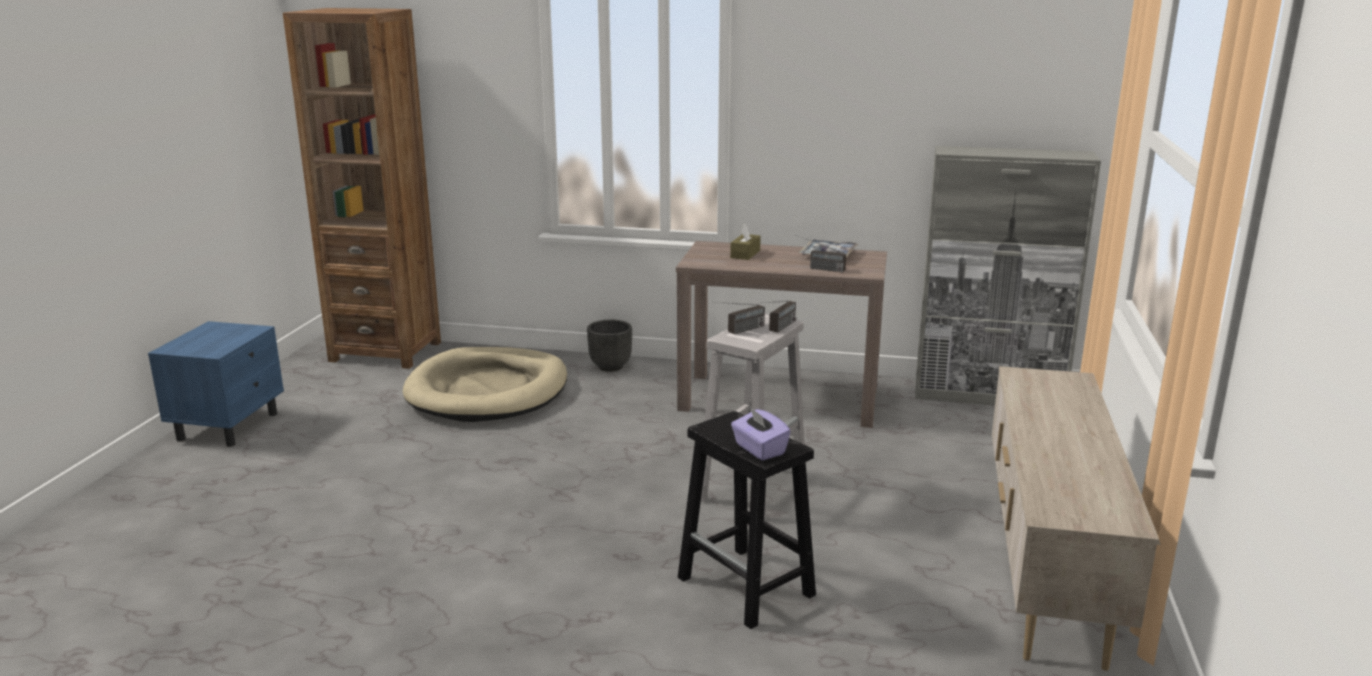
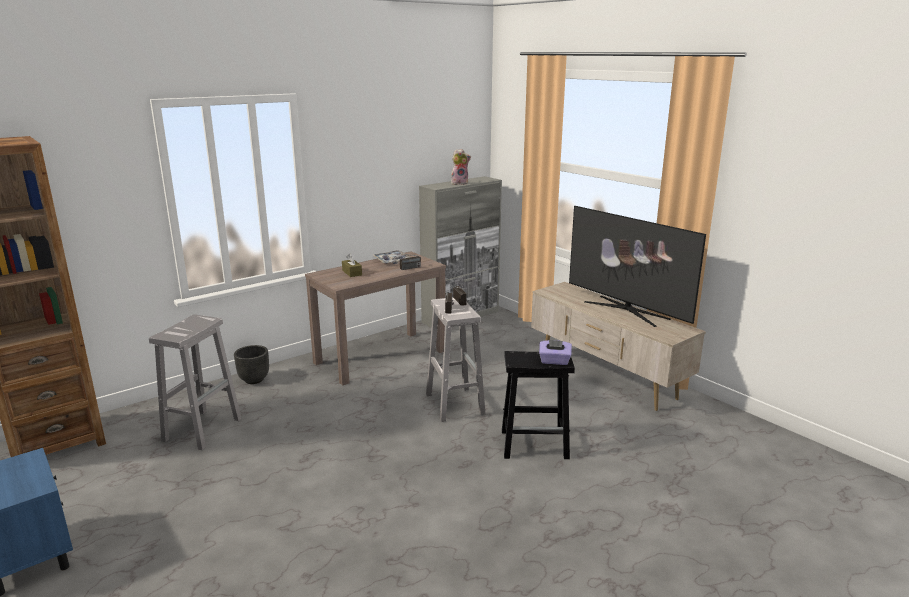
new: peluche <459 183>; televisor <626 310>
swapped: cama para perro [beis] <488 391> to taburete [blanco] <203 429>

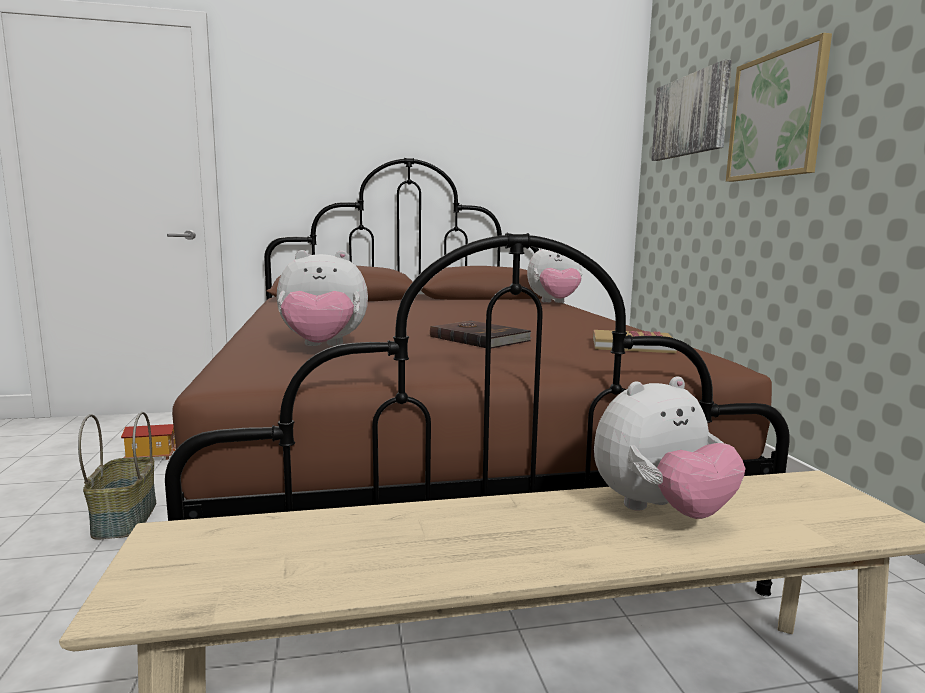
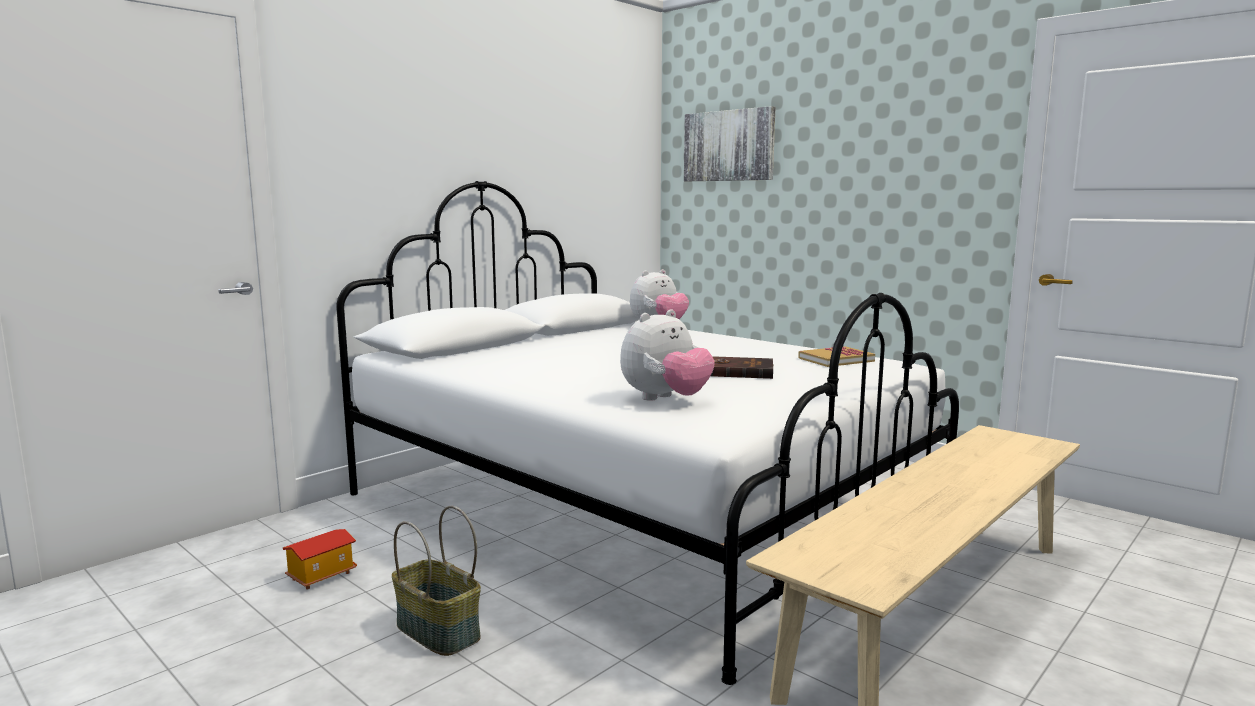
gone: peluche <659 511>; cuadro <776 116>
repainted: cama [marrón] <439 472> to cama [blanco] <638 506>

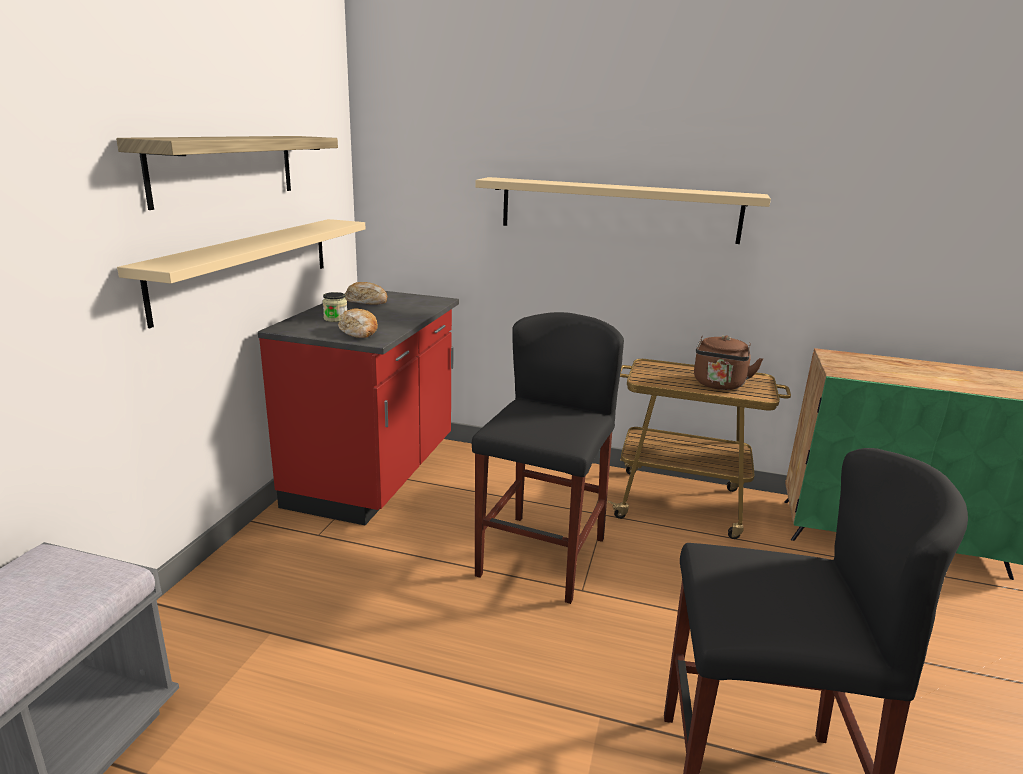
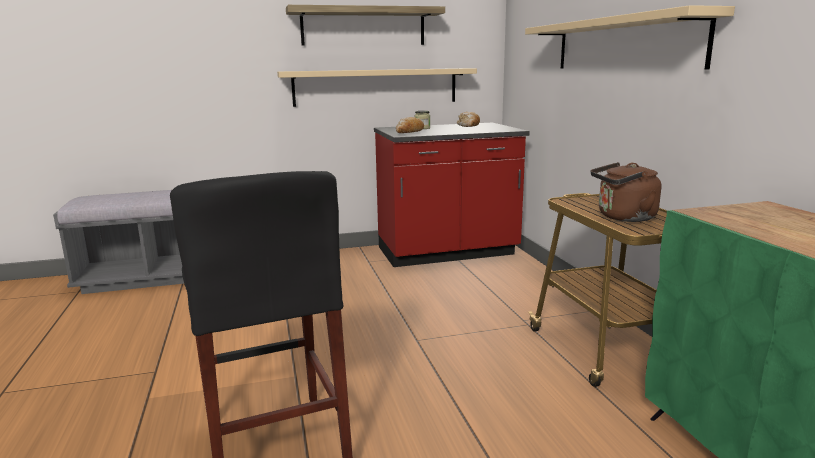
gone: taburete [negro] <541 557>

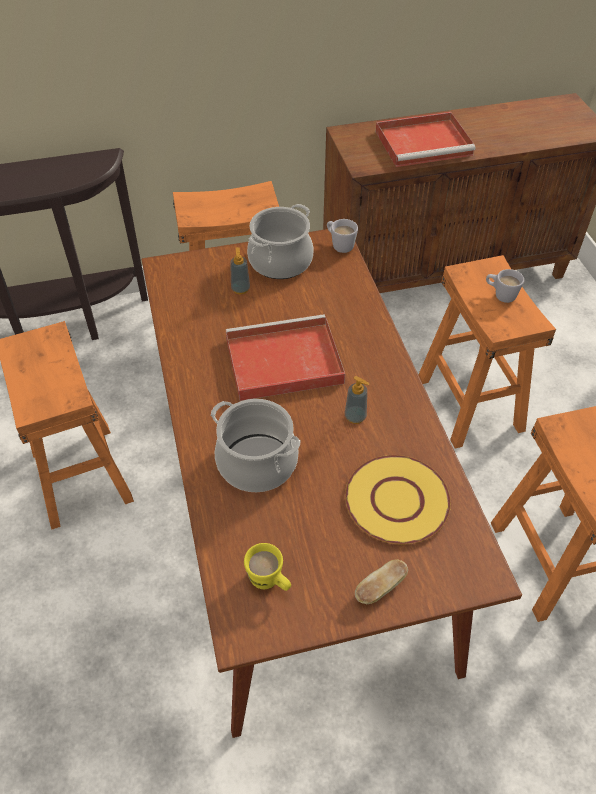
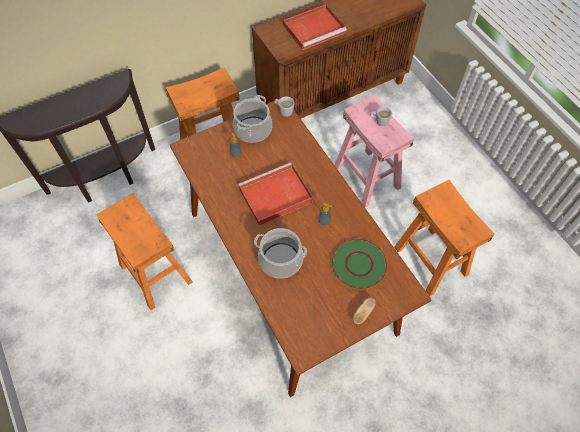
gone: taza grande [amarillo] <270 582>
repainted: plato [amarillo] <397 501> to plato [verde] <359 264>; taburete [naranja] <470 403> to taburete [rosa] <367 177>

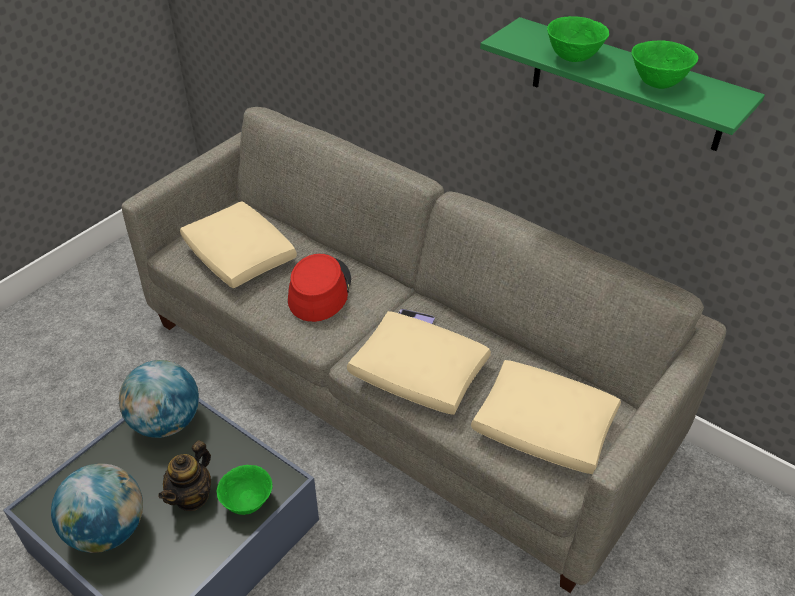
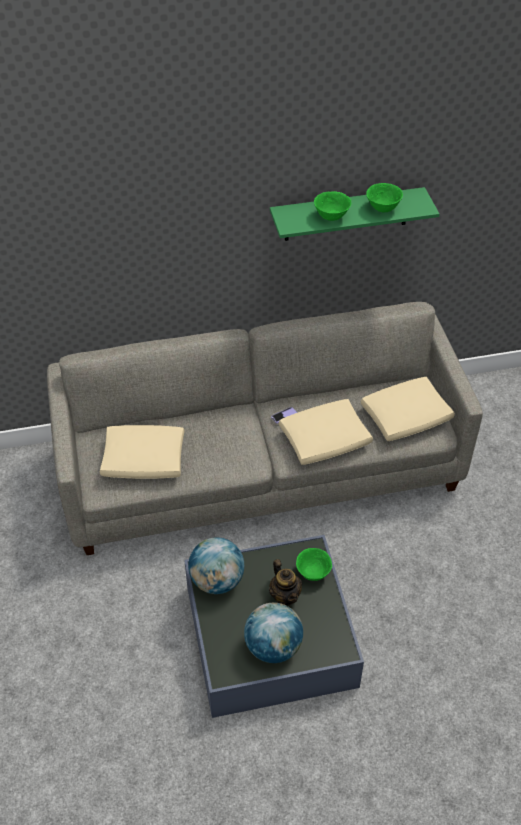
gone: sombrero [rojo] <319 290>

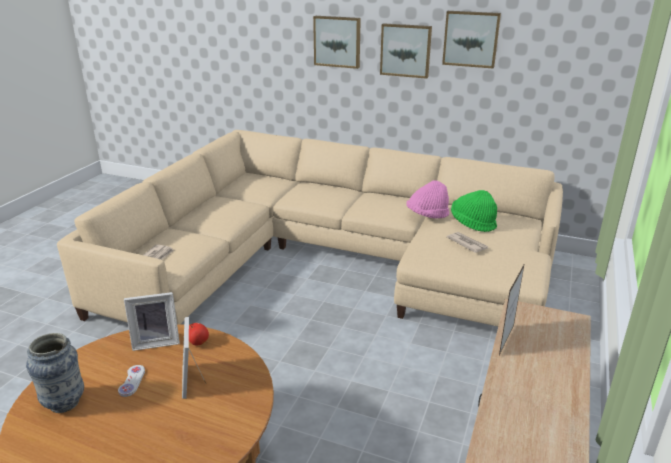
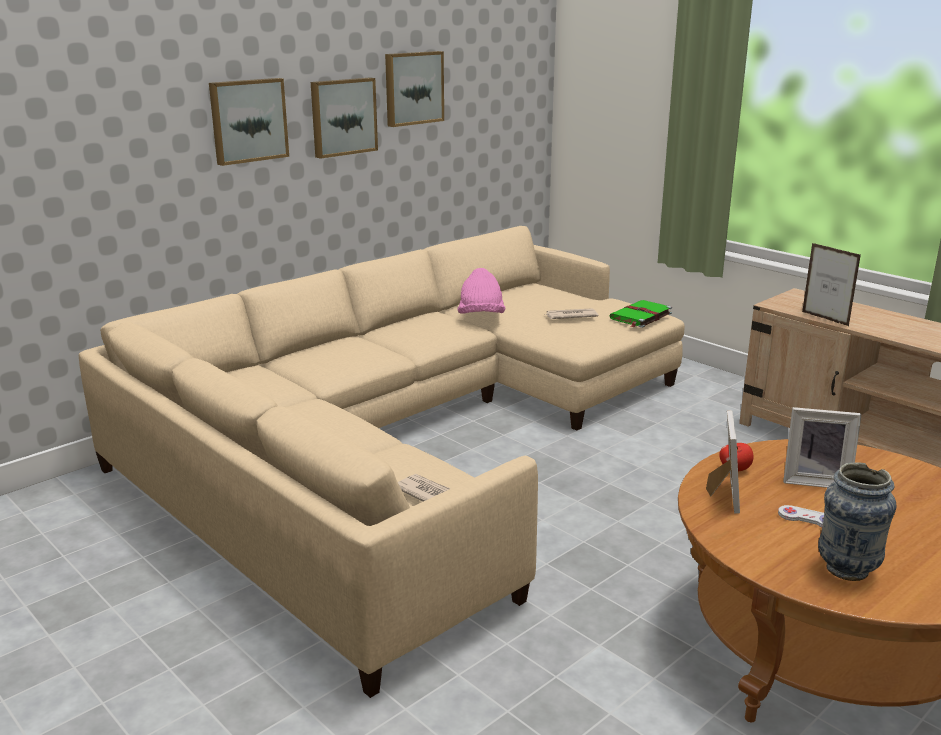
gone: sombrero [verde] <472 223>
new: libro [verde] <640 316>

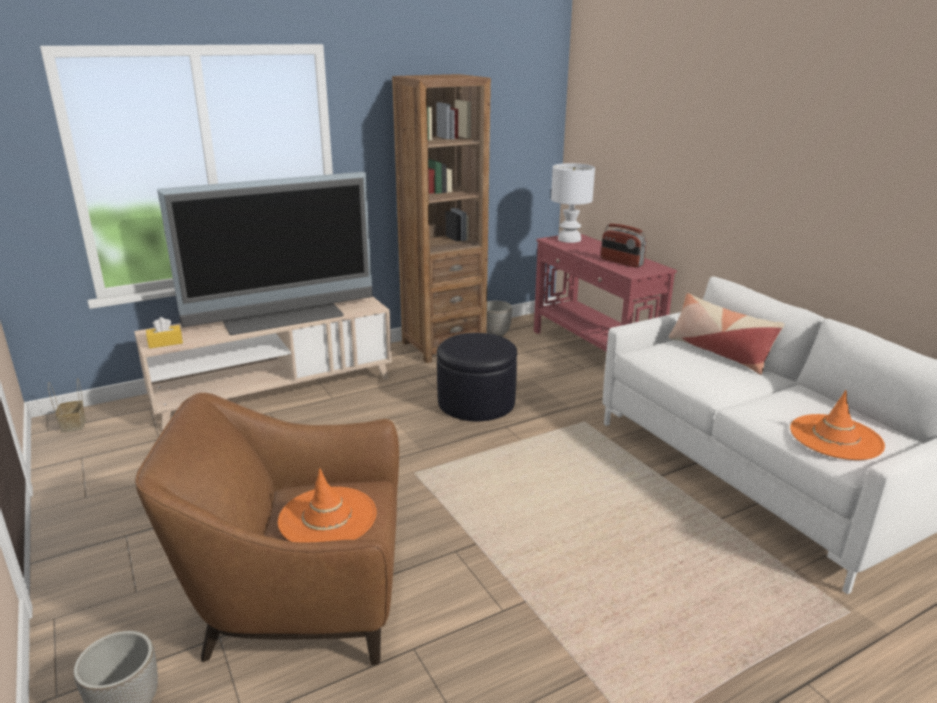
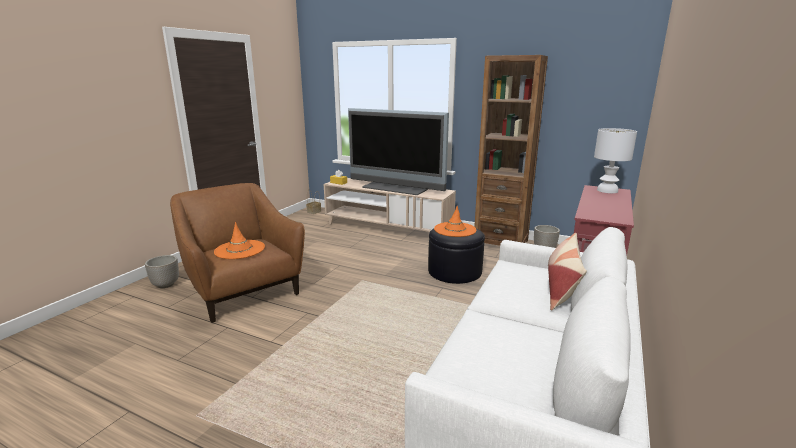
gone: radio <621 262>
shifted: sombrero [naranja] <835 437> to <455 230>

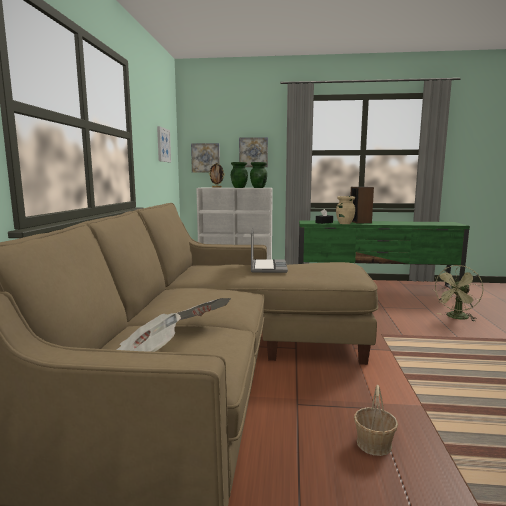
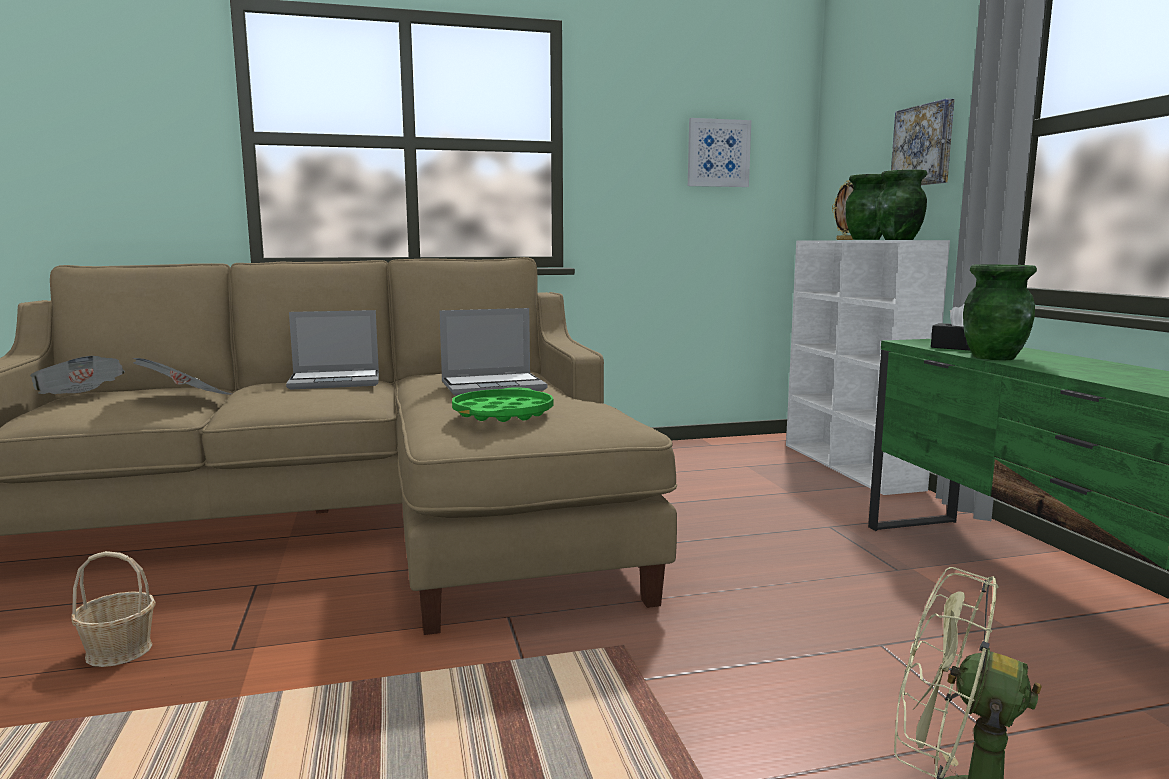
gone: cuadro <205 158>; altavoz <360 222>
new: portátil <336 381>; bandeja [verde] <503 413>
repainted: florero [beis] <344 223> to florero [verde] <994 357>

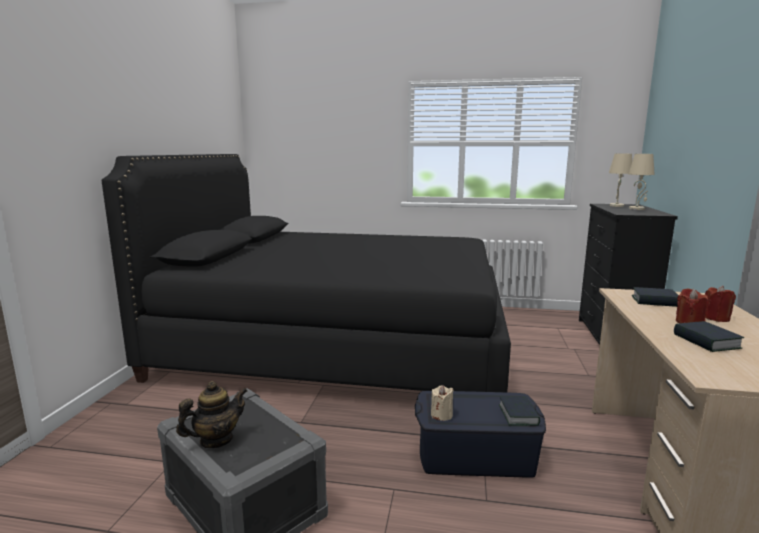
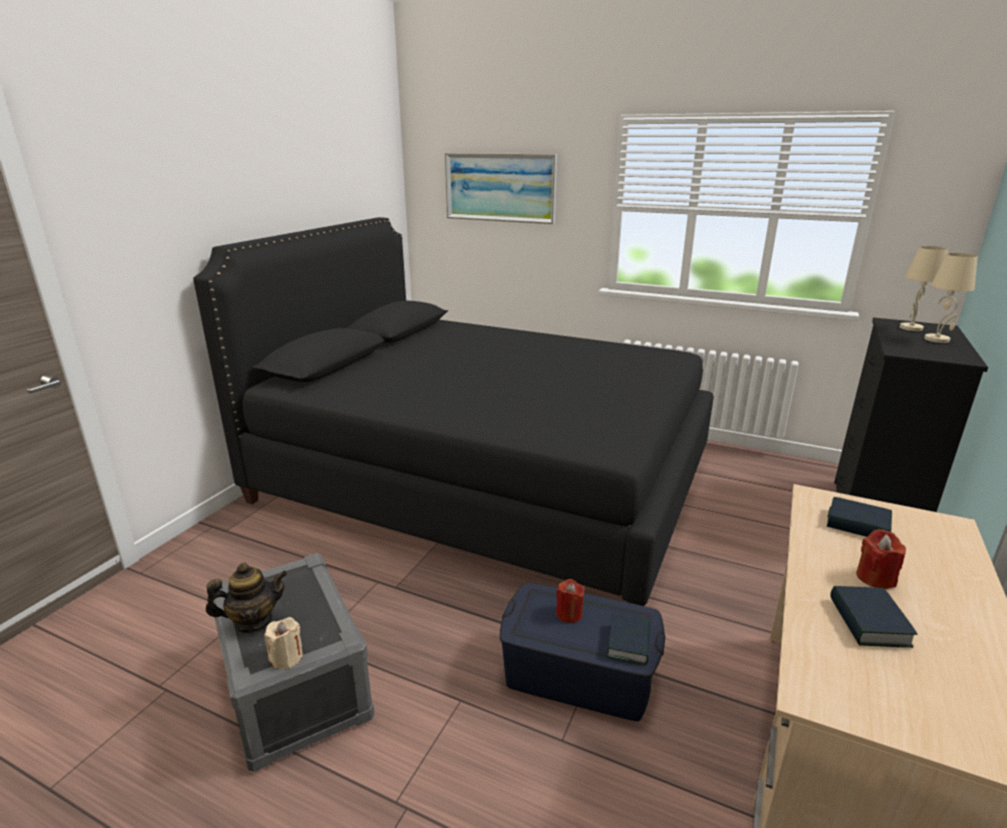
new: cuadro <500 187>
shifted: vela [beis] <441 415> to <286 657>; vela [rojo] <715 318> to <569 614>

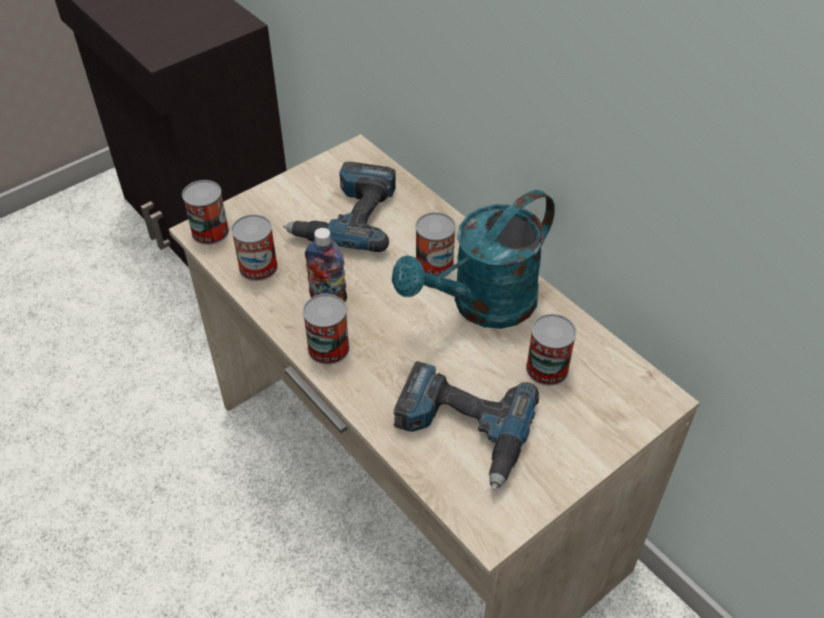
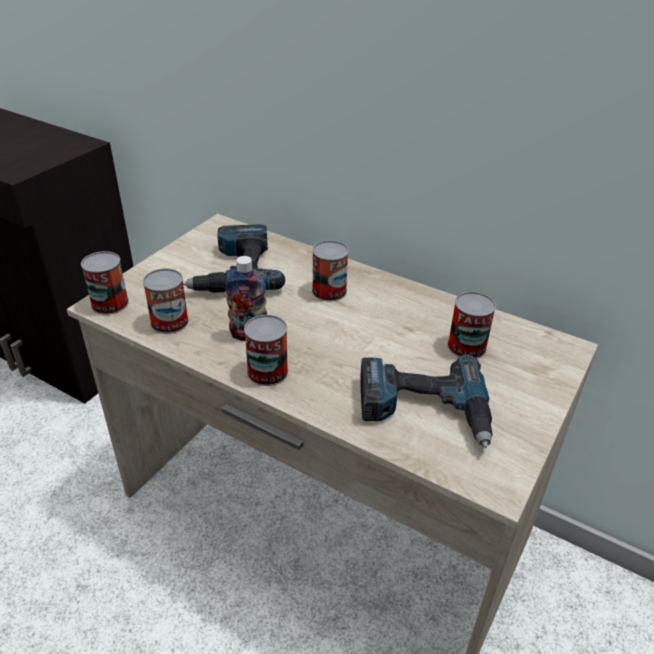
gone: regadera [turquesa] <482 306>

